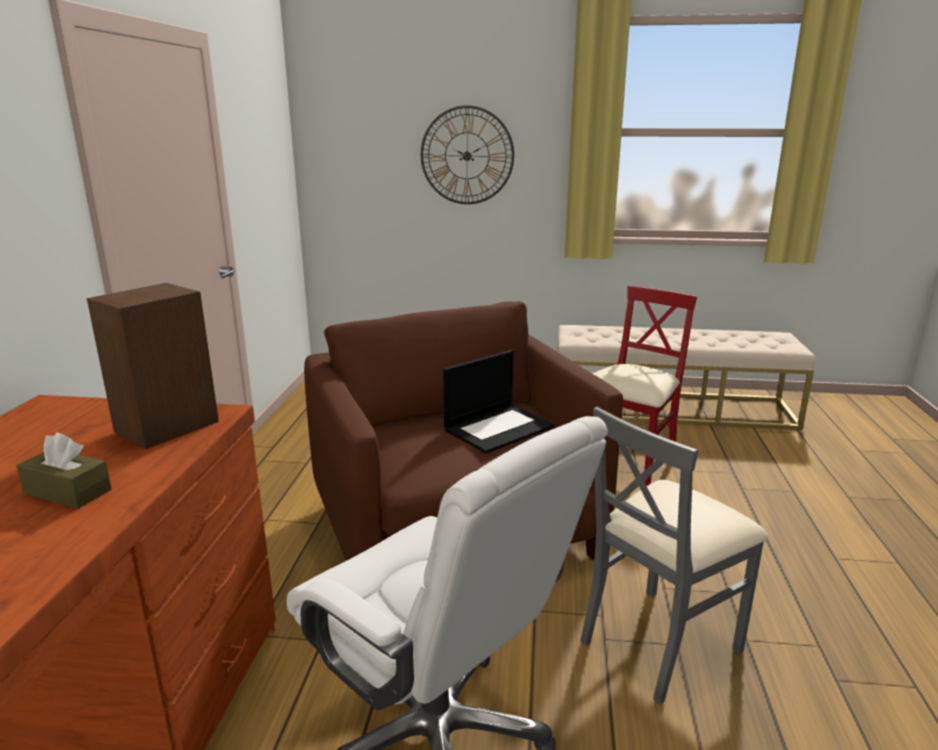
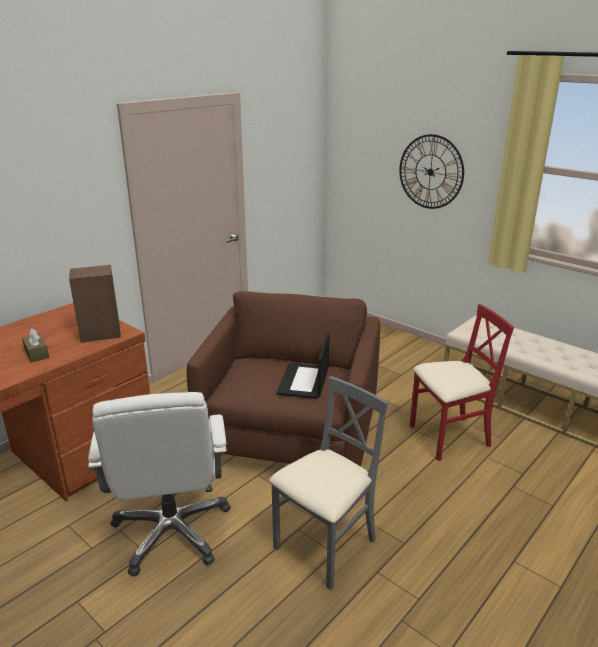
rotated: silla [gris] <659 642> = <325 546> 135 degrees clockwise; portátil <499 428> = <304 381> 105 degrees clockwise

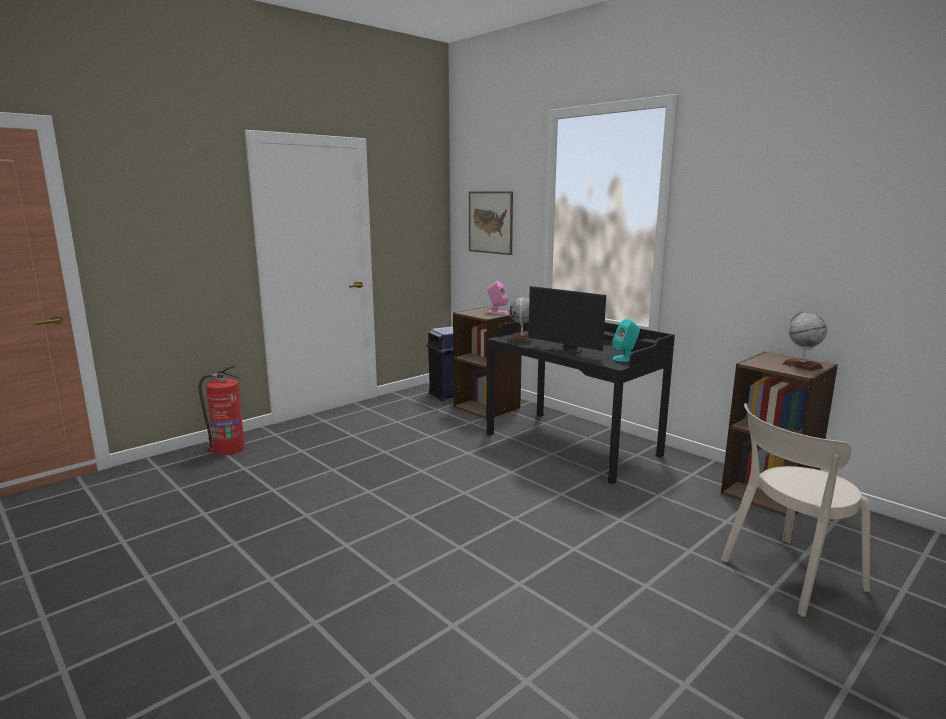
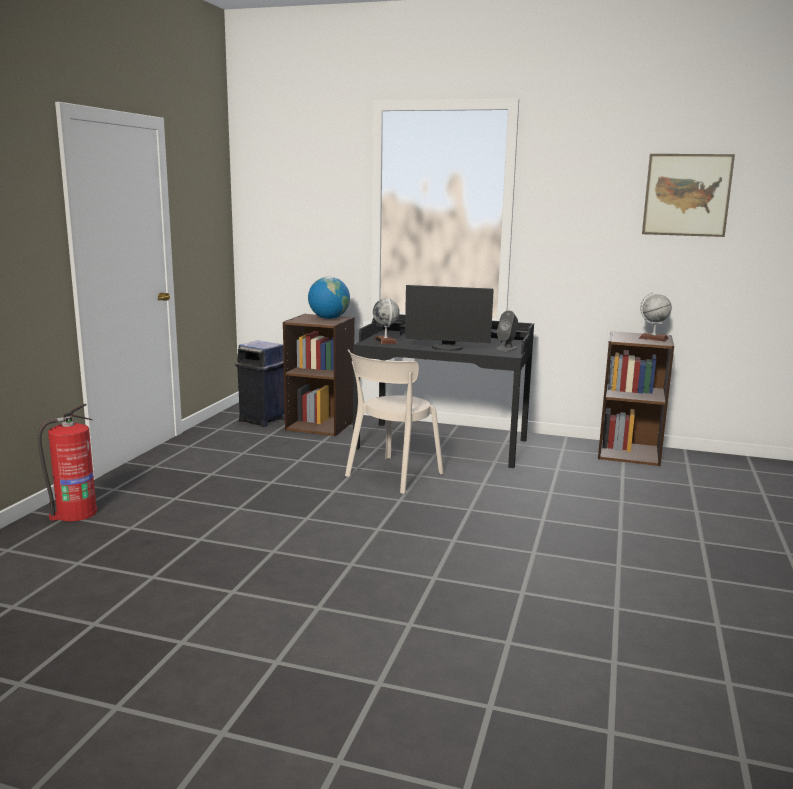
shifted: silla [beis] <787 576> to <391 476>; cuadro <490 222> to <687 195>
swapped: altavoz [rosa] <497 312> to globo terráqueo <329 318>
repainted: altavoz [turquesa] <625 358> to altavoz [gris] <507 348>

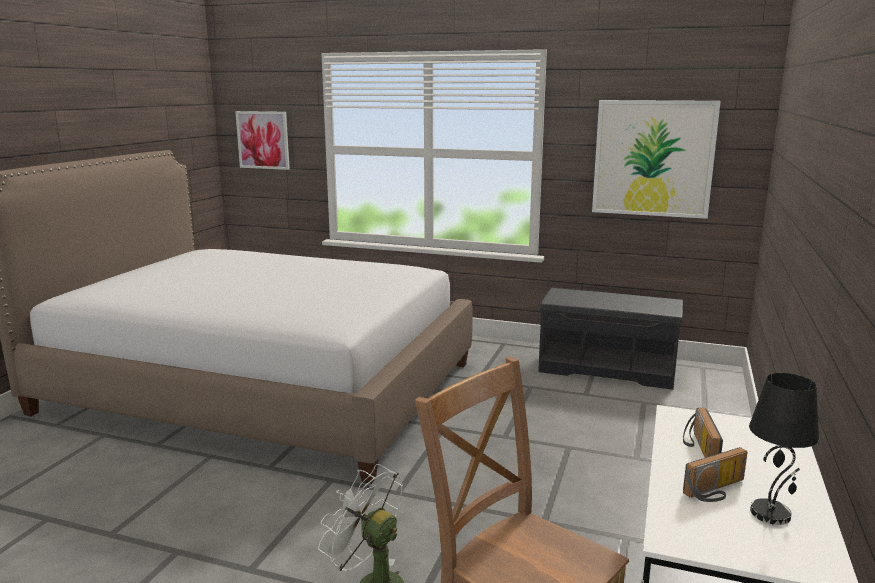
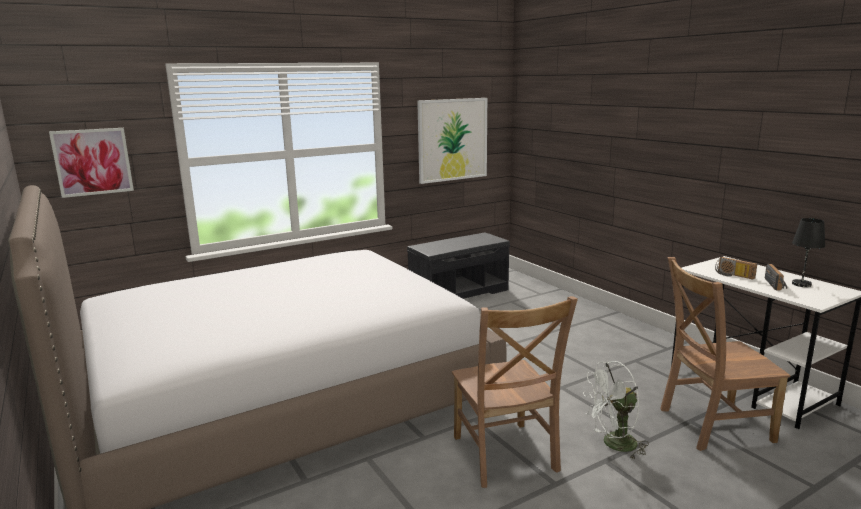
new: silla [marrón] <505 456>

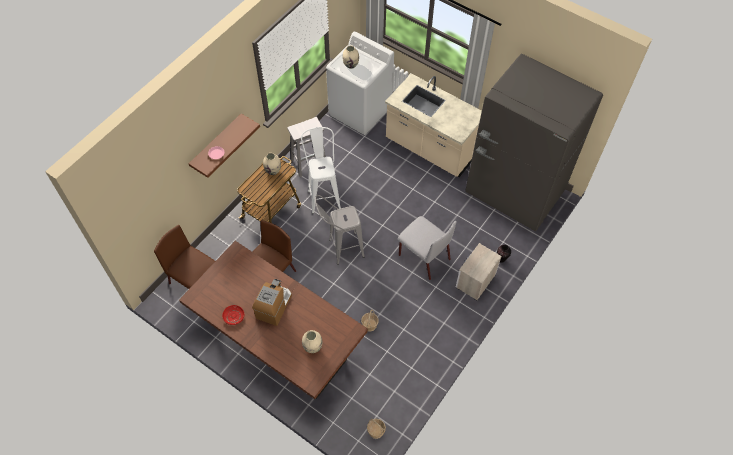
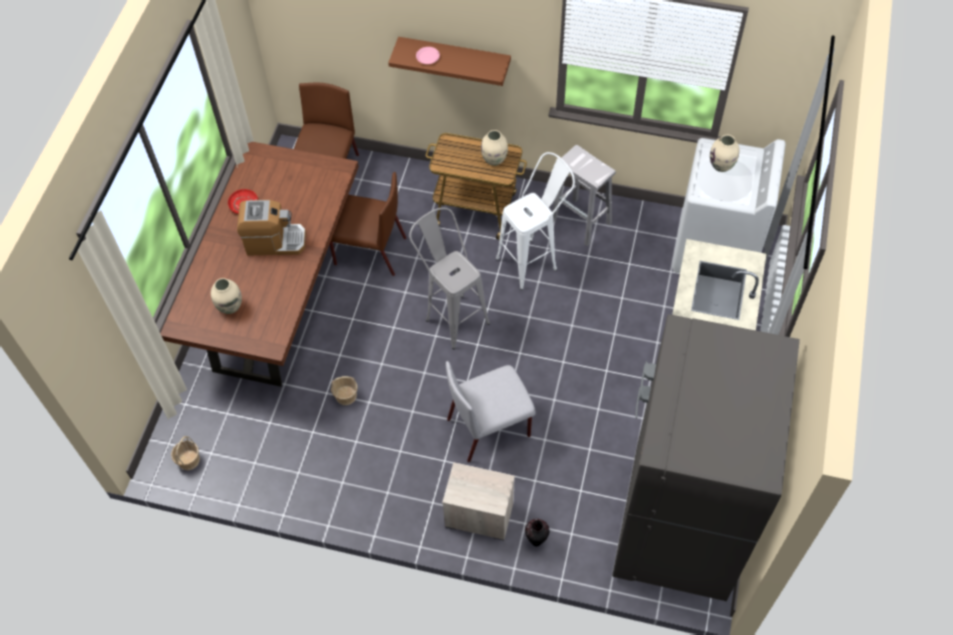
rotated: silla [gris] <423 256> = <490 427> 45 degrees clockwise

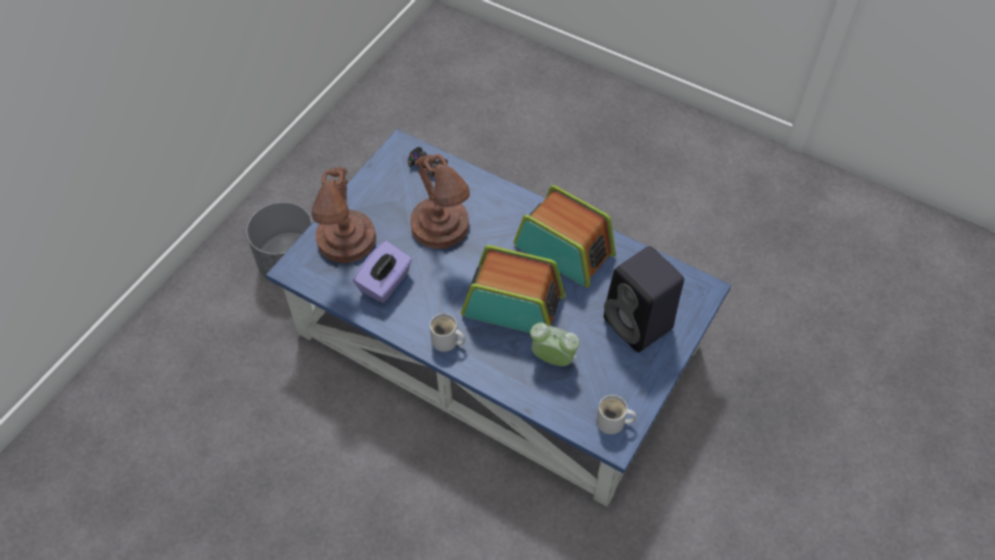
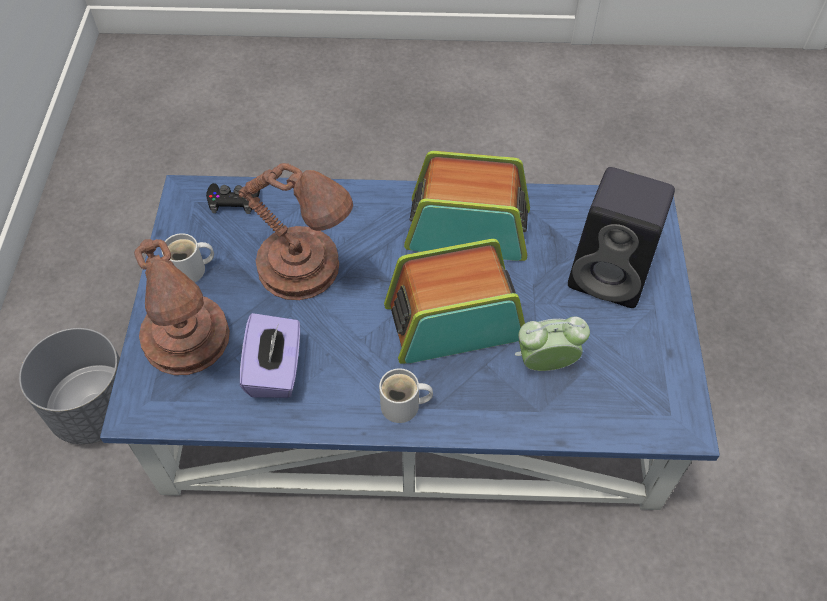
shifted: taza grande [blanco] <613 423> to <192 270>

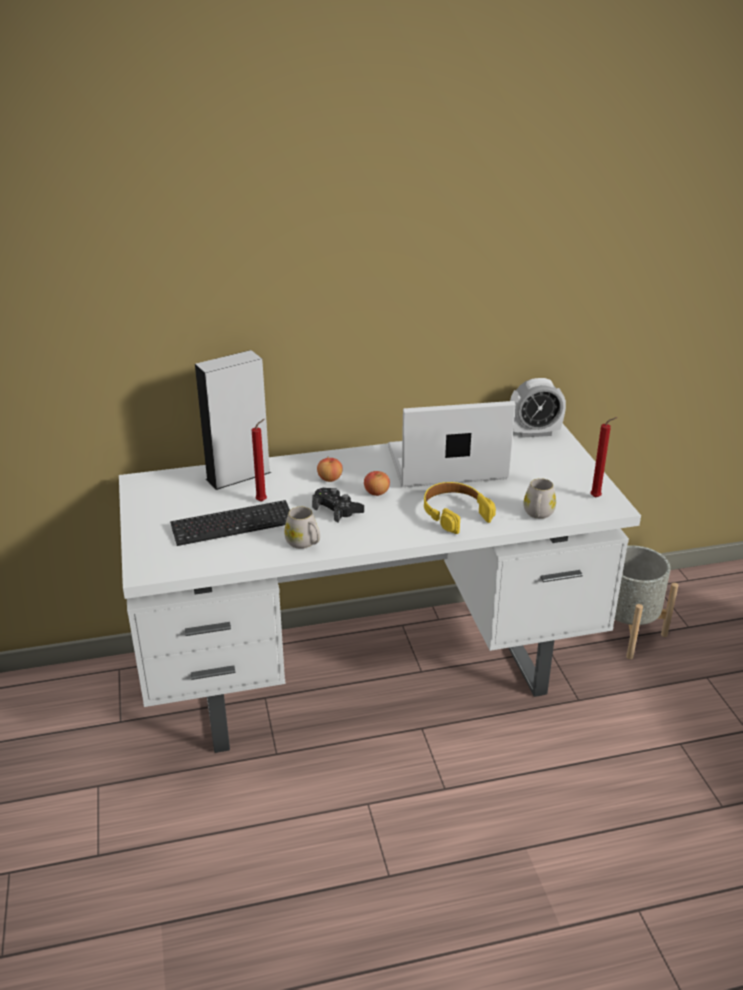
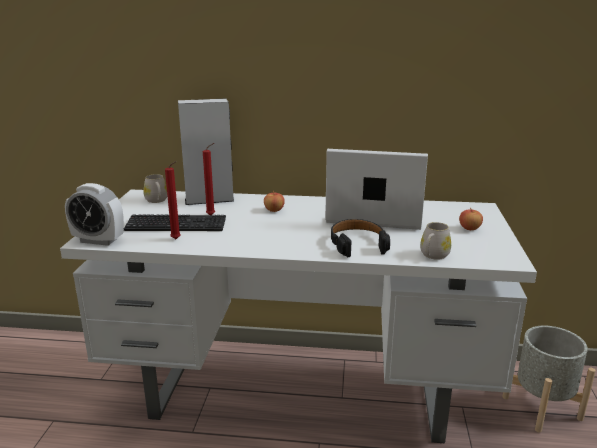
gone: mando de consola [negro] <337 509>
shifted: despertador <534 432> to <98 240>; taza grande [blanco] <304 543> to <157 201>; vela [rojo] <597 497> to <177 239>; manzana <376 492> to <469 228>
repainted: auriculares [amarillo] <455 513> to auriculares [negro] <357 244>

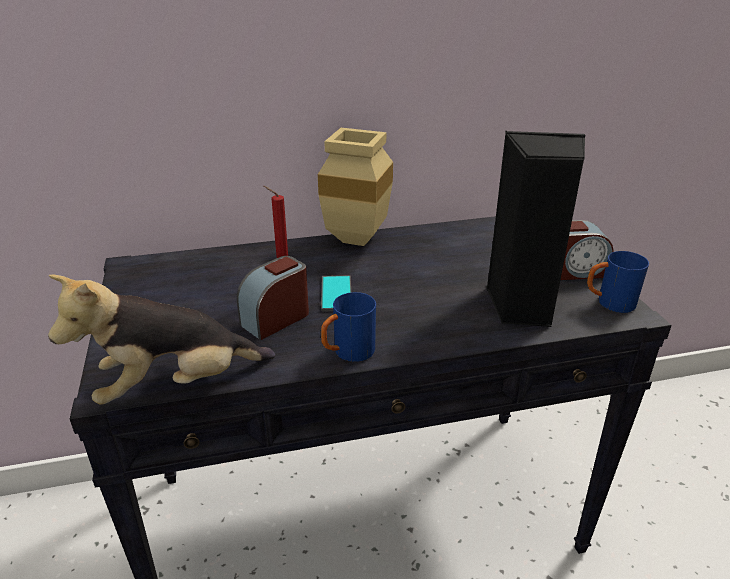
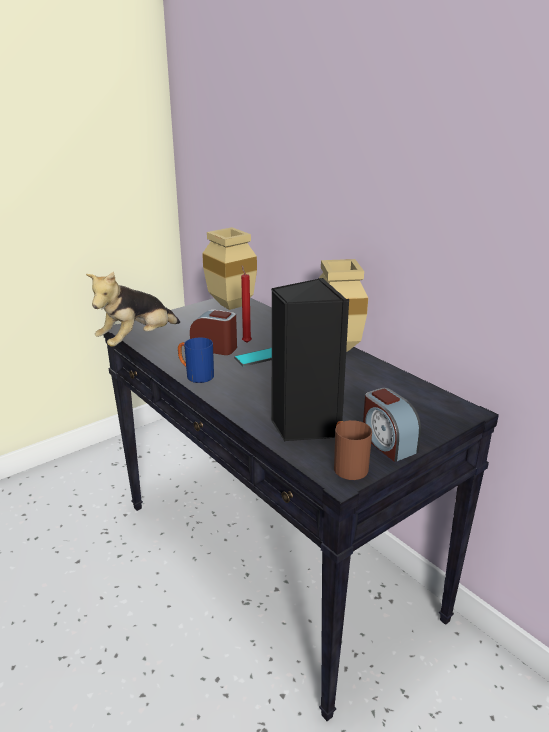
new: florero [beis] <228 305>
repainted: taza grande [azul] <609 303> to taza grande [marrón] <347 466>
rotated: peluche <176 385> = <137 341> 90 degrees counterclockwise

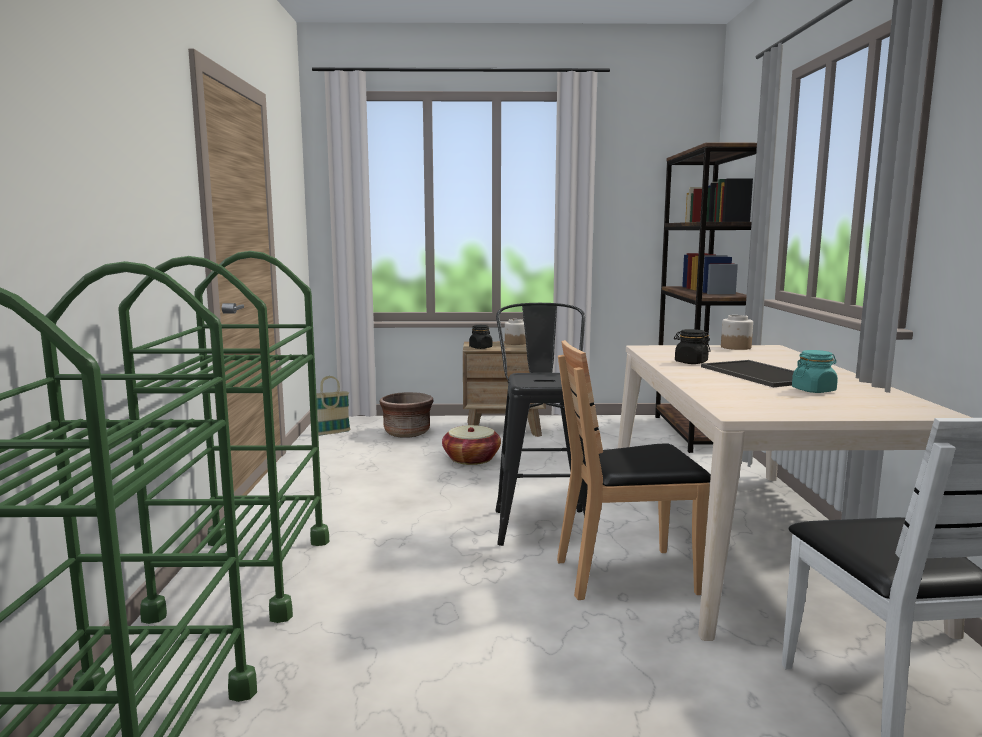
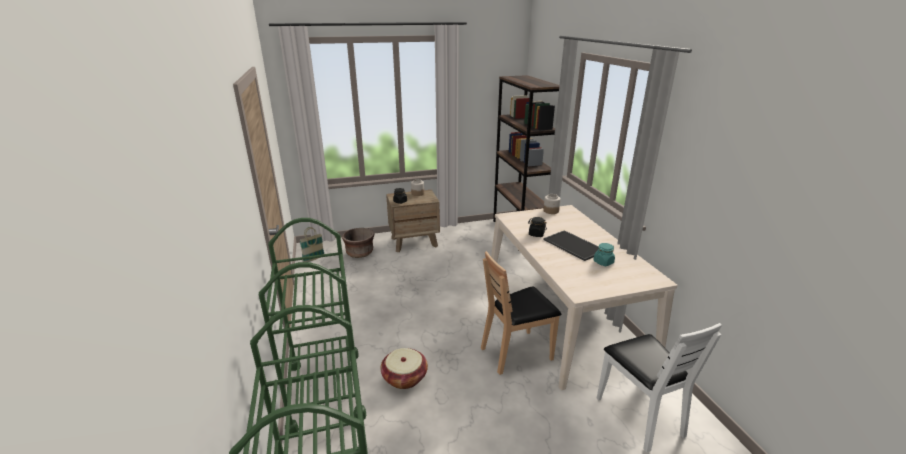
gone: taburete [negro] <541 522>
shifted: cesta <471 459> to <404 377>

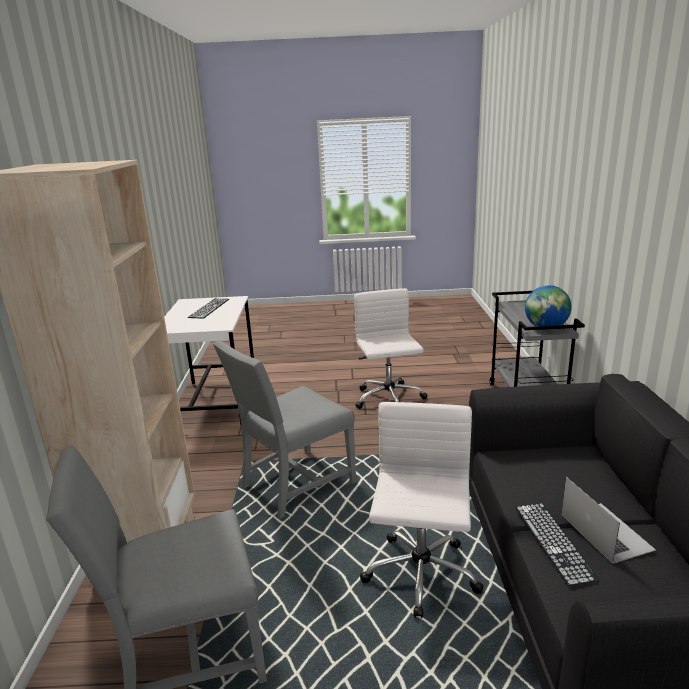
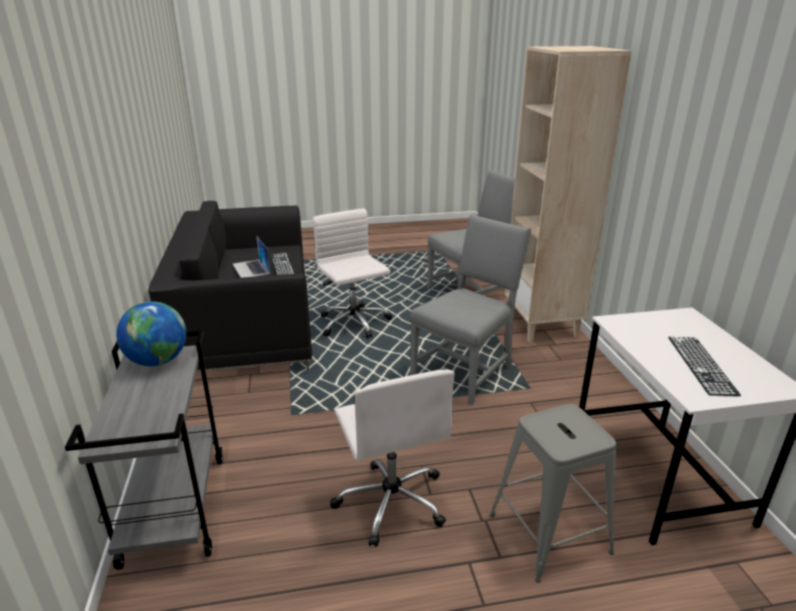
new: taburete [gris] <550 533>
rotated: silla de oficina [blanco] <420 575> = <354 323> 150 degrees clockwise

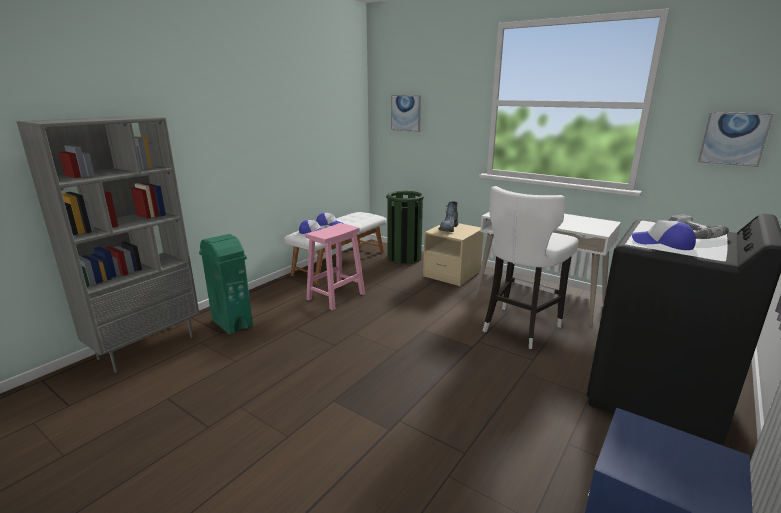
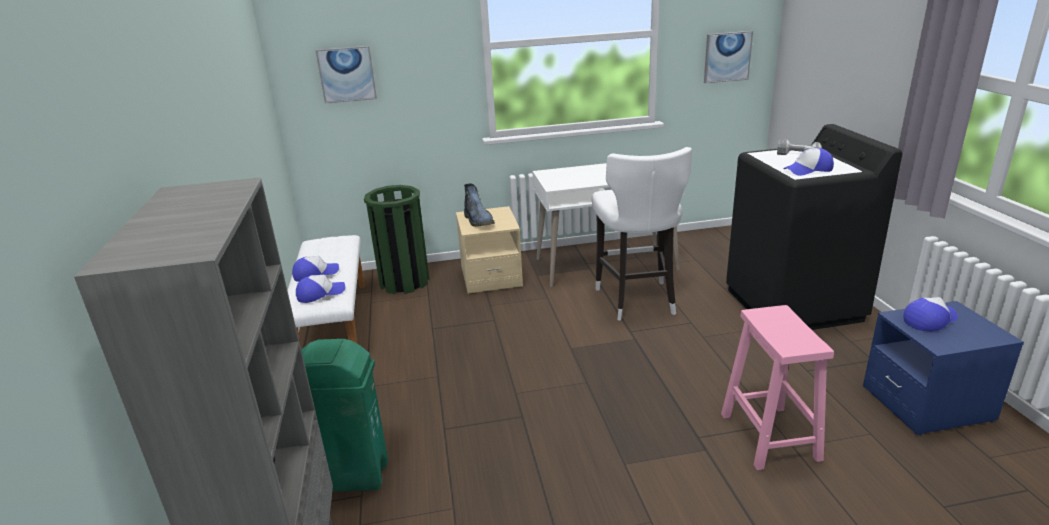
new: gorra <929 320>
shifted: taburete [rosa] <335 297> to <770 437>

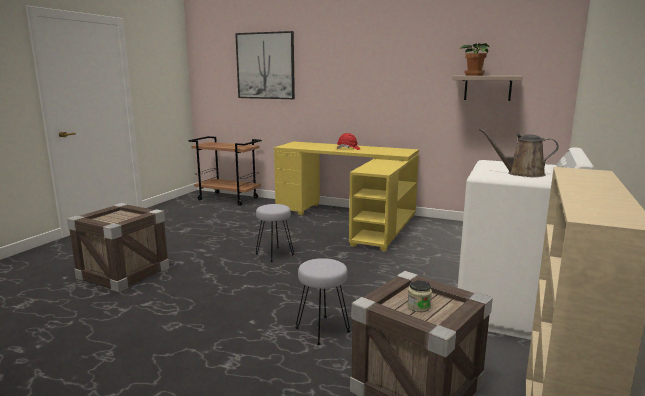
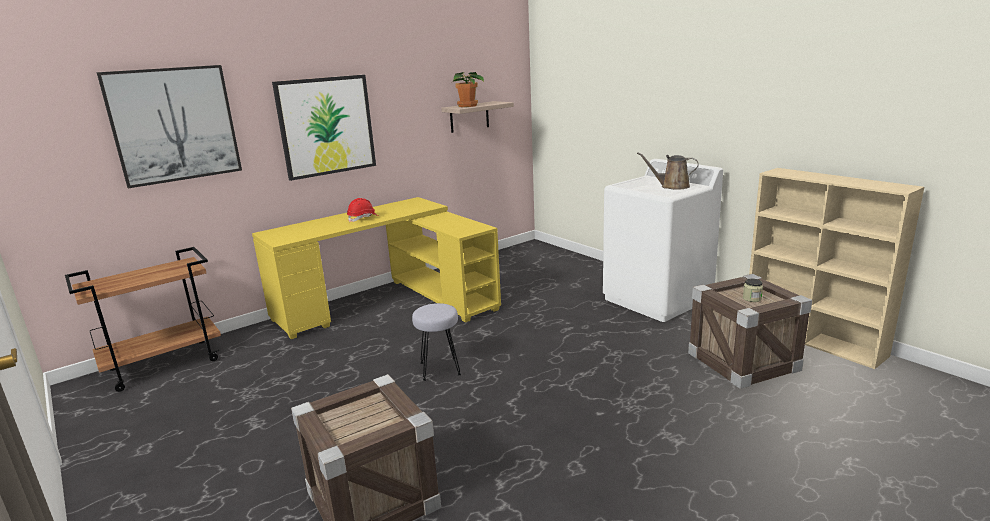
gone: taburete [gris] <322 330>
new: cuadro <326 126>
rotated: regadera [marrón] <521 173> = <672 186> 60 degrees clockwise

